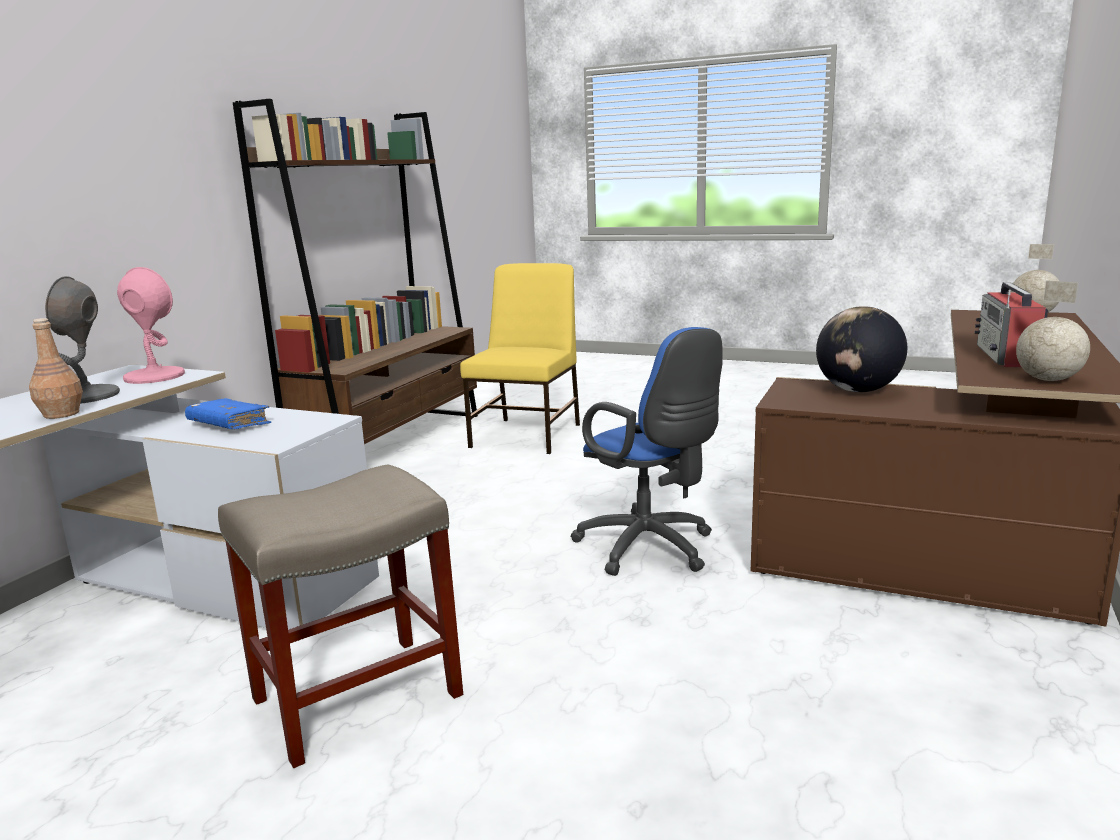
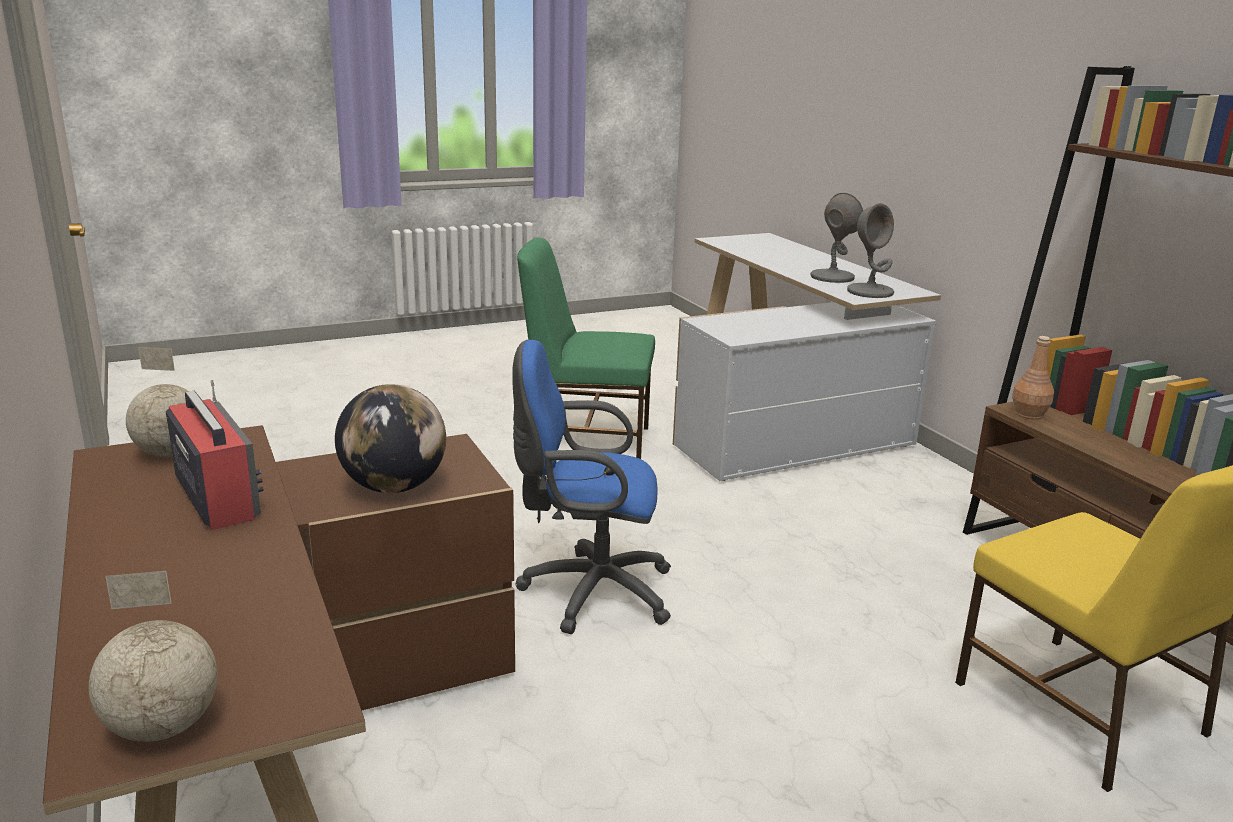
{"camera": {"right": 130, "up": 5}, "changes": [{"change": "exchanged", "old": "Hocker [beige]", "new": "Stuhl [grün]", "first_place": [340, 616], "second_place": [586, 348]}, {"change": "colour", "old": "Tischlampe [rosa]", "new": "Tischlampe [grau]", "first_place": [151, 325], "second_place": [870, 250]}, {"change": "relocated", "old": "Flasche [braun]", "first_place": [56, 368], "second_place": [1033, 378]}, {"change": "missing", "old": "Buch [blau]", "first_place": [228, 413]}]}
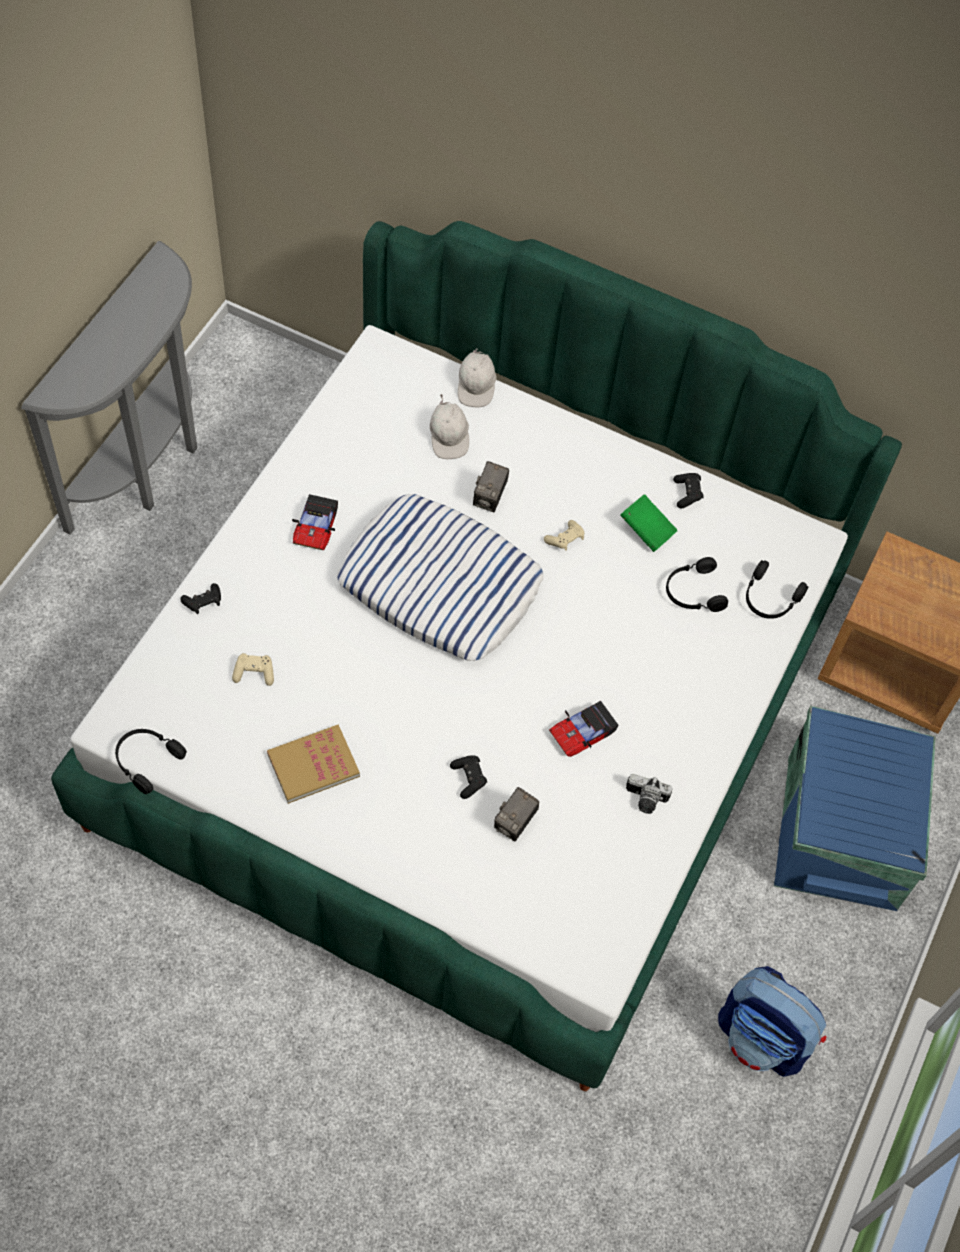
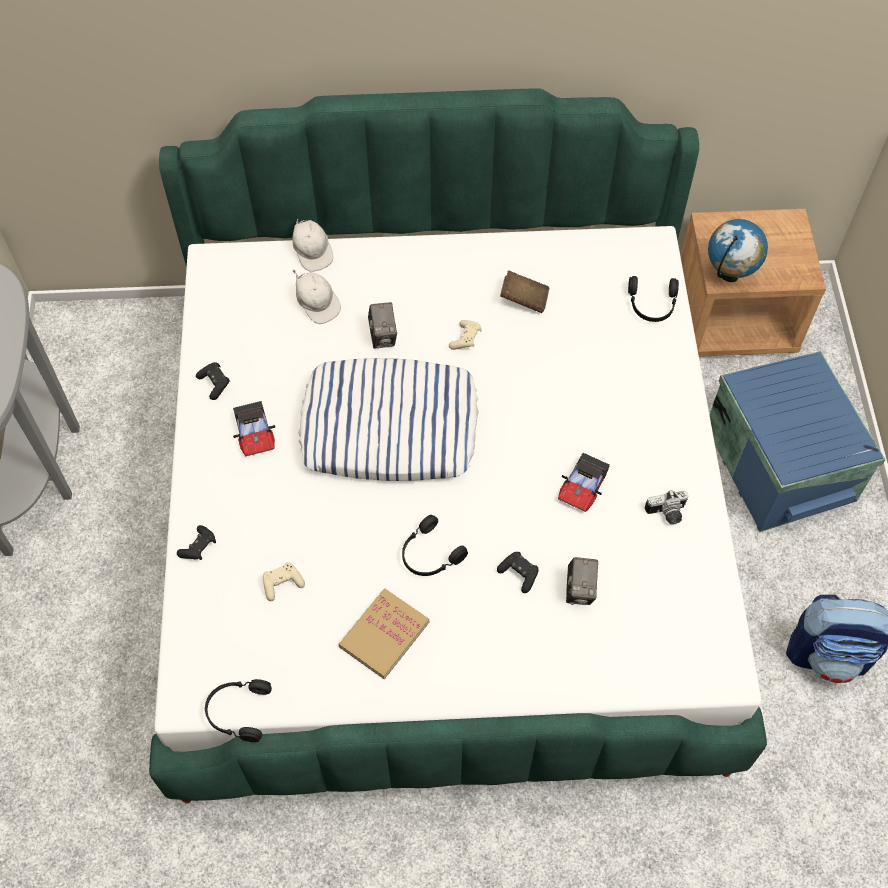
{"camera": {"right": -25, "up": 0}, "changes": [{"change": "relocated", "old": "Gamepad [schwarz]", "first_place": [688, 490], "second_place": [213, 381]}, {"change": "relocated", "old": "Kopfhörer [schwarz]", "first_place": [697, 584], "second_place": [435, 545]}, {"change": "colour", "old": "Buch [grün]", "new": "Buch [braun]", "first_place": [648, 523], "second_place": [524, 291]}, {"change": "appeared", "new": "Globus", "second_place": [738, 250]}]}
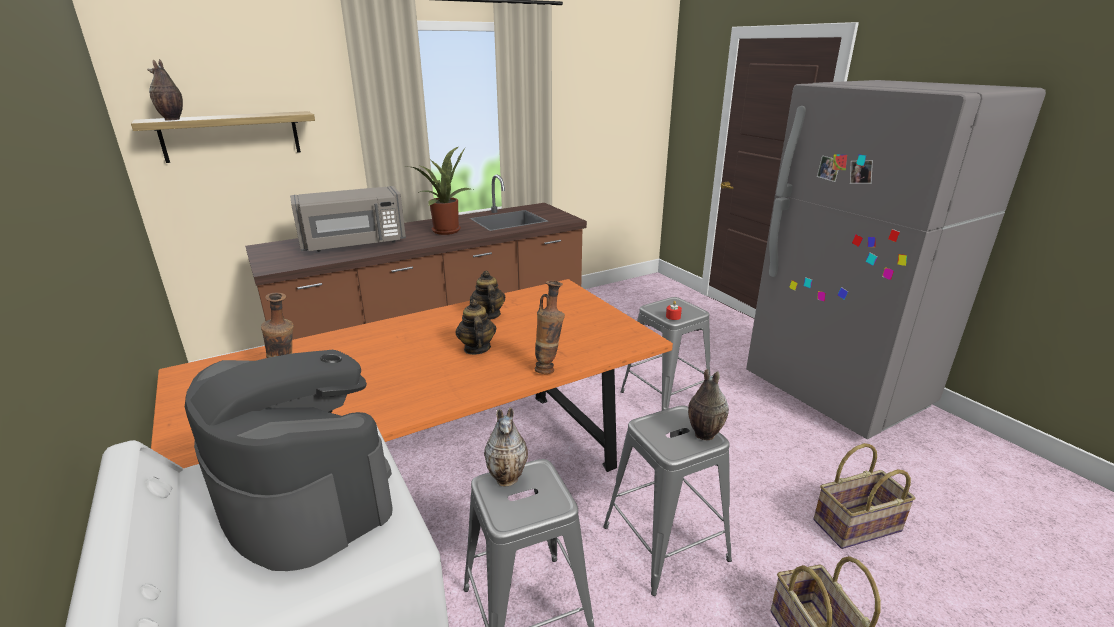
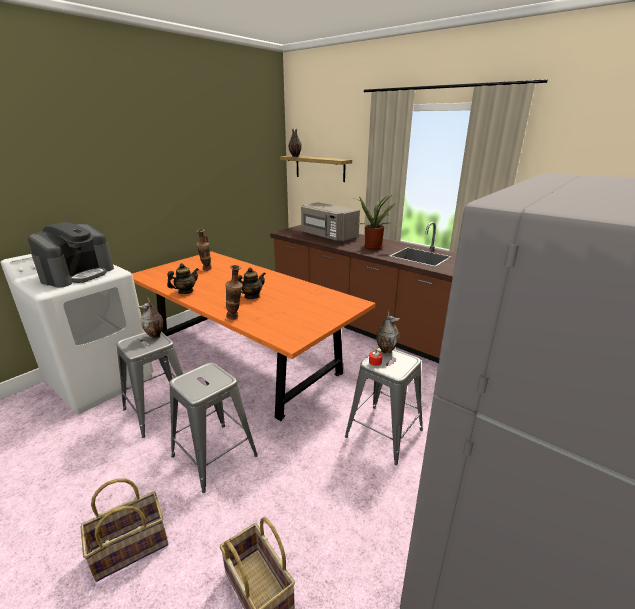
{"camera": {"right": 70, "up": 0}, "changes": [{"change": "relocated", "old": "Teekanne", "first_place": [488, 295], "second_place": [183, 278]}, {"change": "relocated", "old": "Vase", "first_place": [708, 404], "second_place": [388, 332]}]}
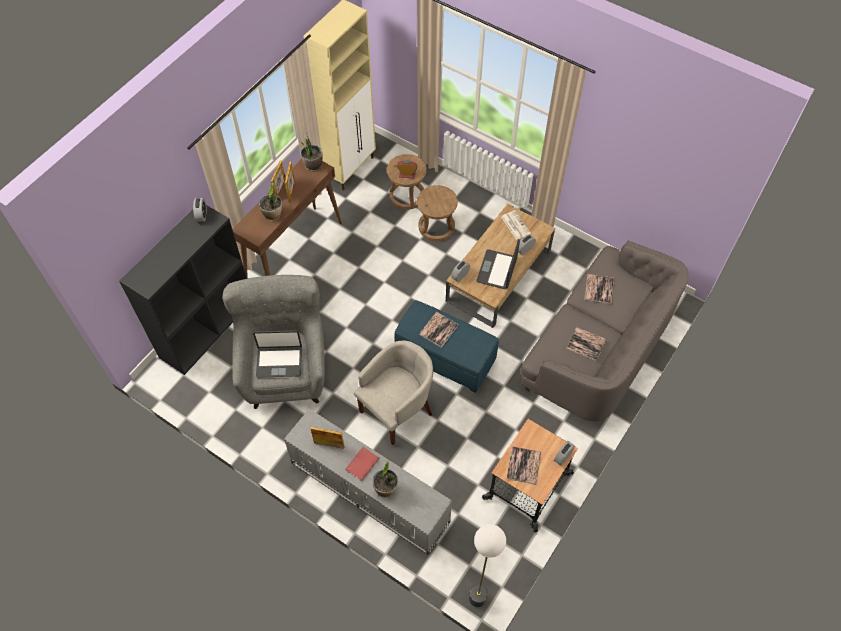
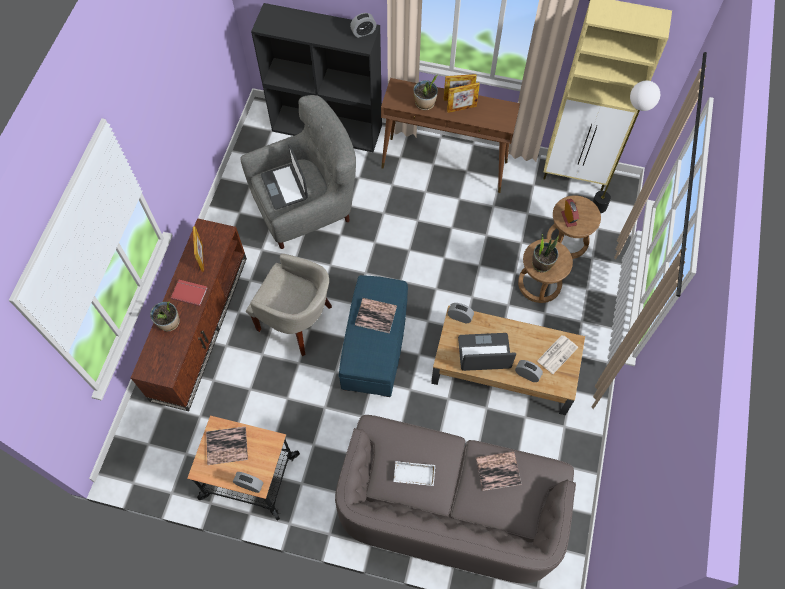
{"camera": {"right": 70, "up": 5}, "changes": [{"change": "colour", "old": "Fernsehschrank [grau]", "new": "Fernsehschrank [braun]", "first_place": [368, 482], "second_place": [189, 314]}, {"change": "exchanged", "old": "Buch", "new": "Tablett [weiß]", "first_place": [586, 344], "second_place": [414, 473]}, {"change": "relocated", "old": "Topfpflanze", "first_place": [311, 152], "second_place": [545, 253]}, {"change": "relocated", "old": "Stehlampe", "first_place": [487, 565], "second_place": [626, 146]}]}
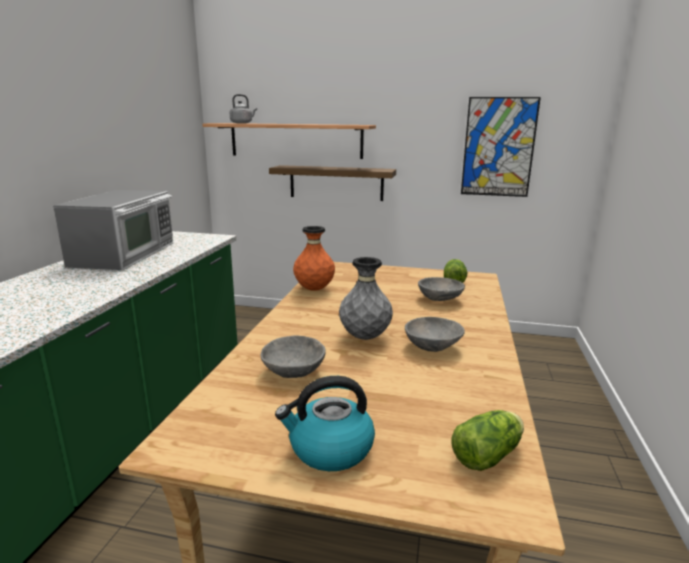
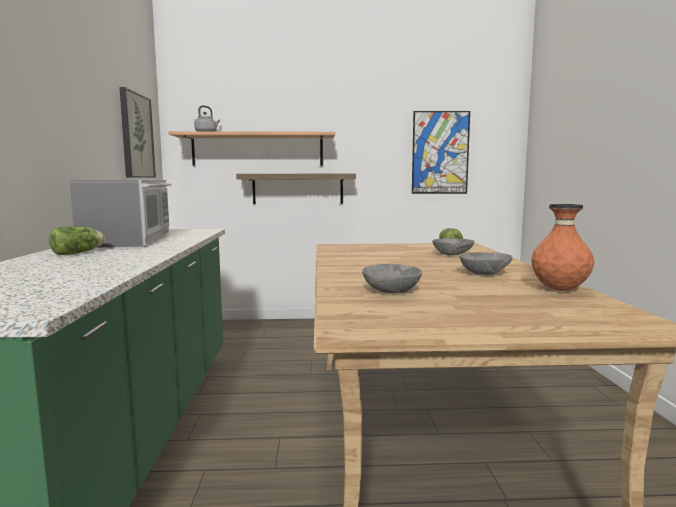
{"camera": {"right": -15, "up": -10}, "changes": [{"change": "relocated", "old": "Salatkopf", "first_place": [487, 440], "second_place": [77, 240]}, {"change": "appeared", "new": "Bild", "second_place": [138, 132]}, {"change": "relocated", "old": "Vase [orange]", "first_place": [314, 258], "second_place": [562, 247]}, {"change": "missing", "old": "Wasserkessel", "first_place": [325, 423]}, {"change": "missing", "old": "Vase [grau]", "first_place": [366, 298]}]}
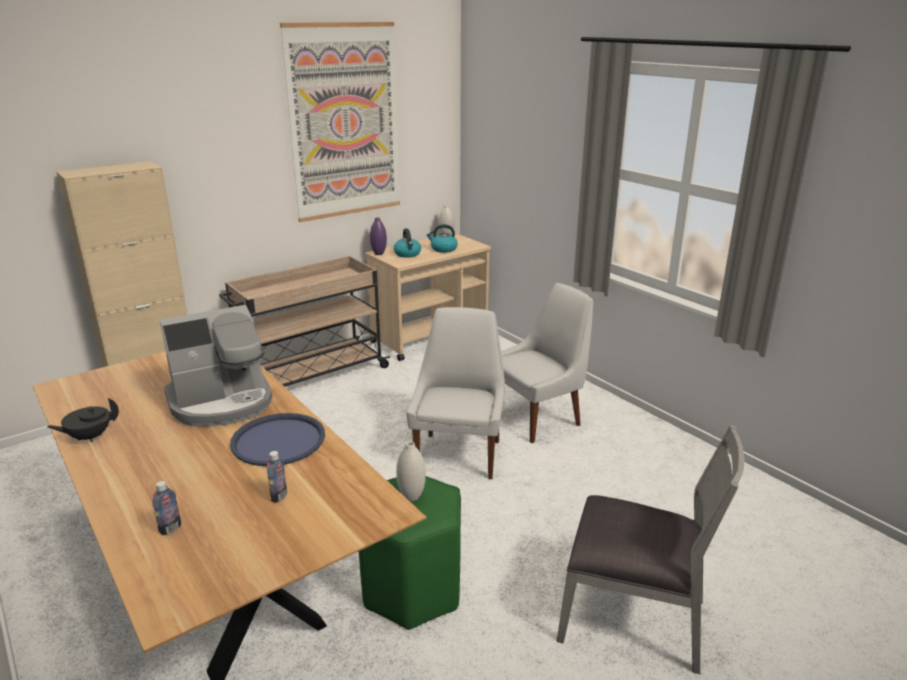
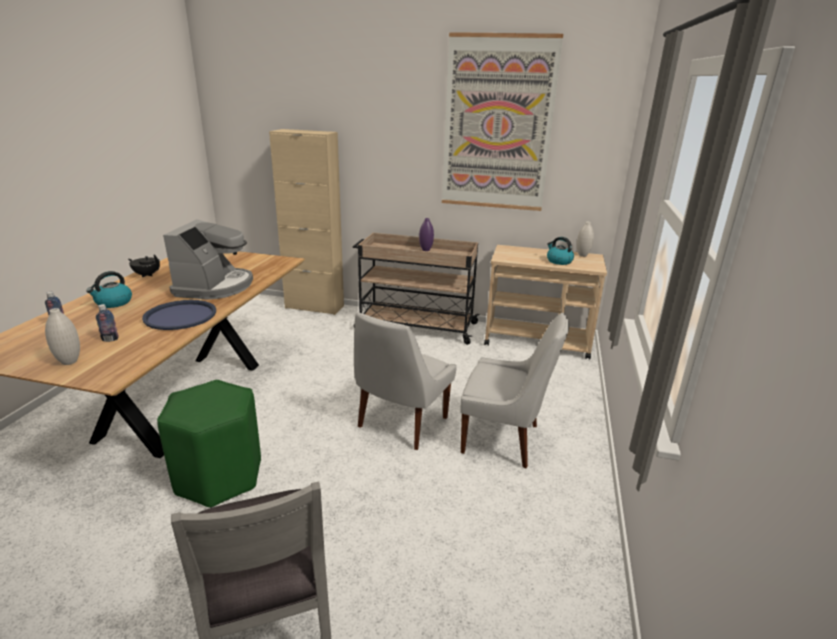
{"camera": {"right": 50, "up": 0}, "changes": [{"change": "relocated", "old": "Vase [weiß]", "first_place": [411, 471], "second_place": [62, 336]}, {"change": "relocated", "old": "Wasserkessel", "first_place": [407, 243], "second_place": [109, 289]}, {"change": "spun", "old": "Kaffeemaschine", "first_place": [216, 365], "second_place": [208, 259], "degrees": -105}, {"change": "spun", "old": "Stuhl [weiß]", "first_place": [455, 393], "second_place": [405, 381], "degrees": 150}, {"change": "relocated", "old": "Vase [lila]", "first_place": [378, 236], "second_place": [426, 234]}]}
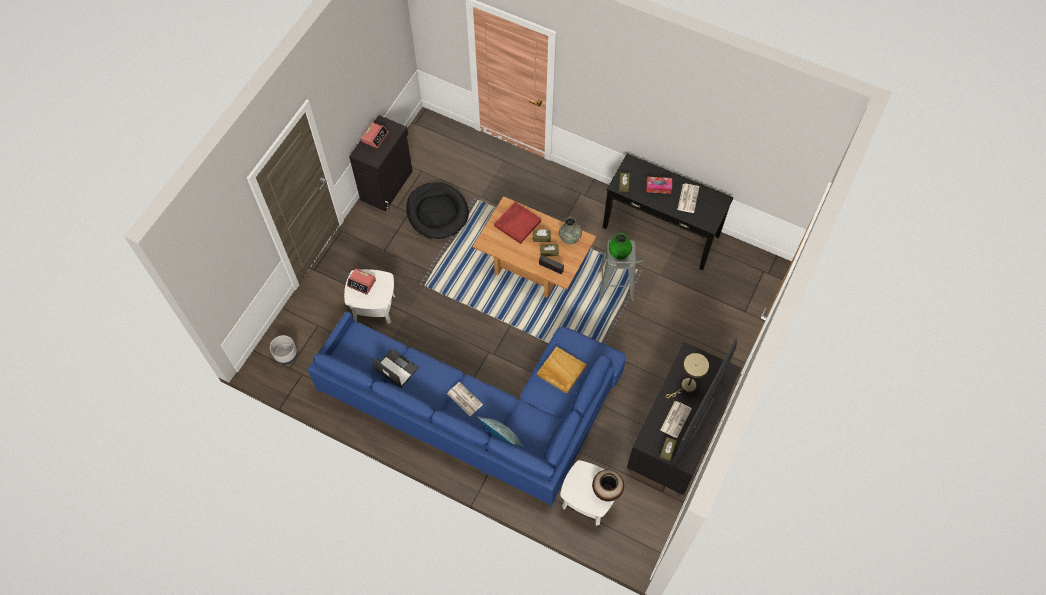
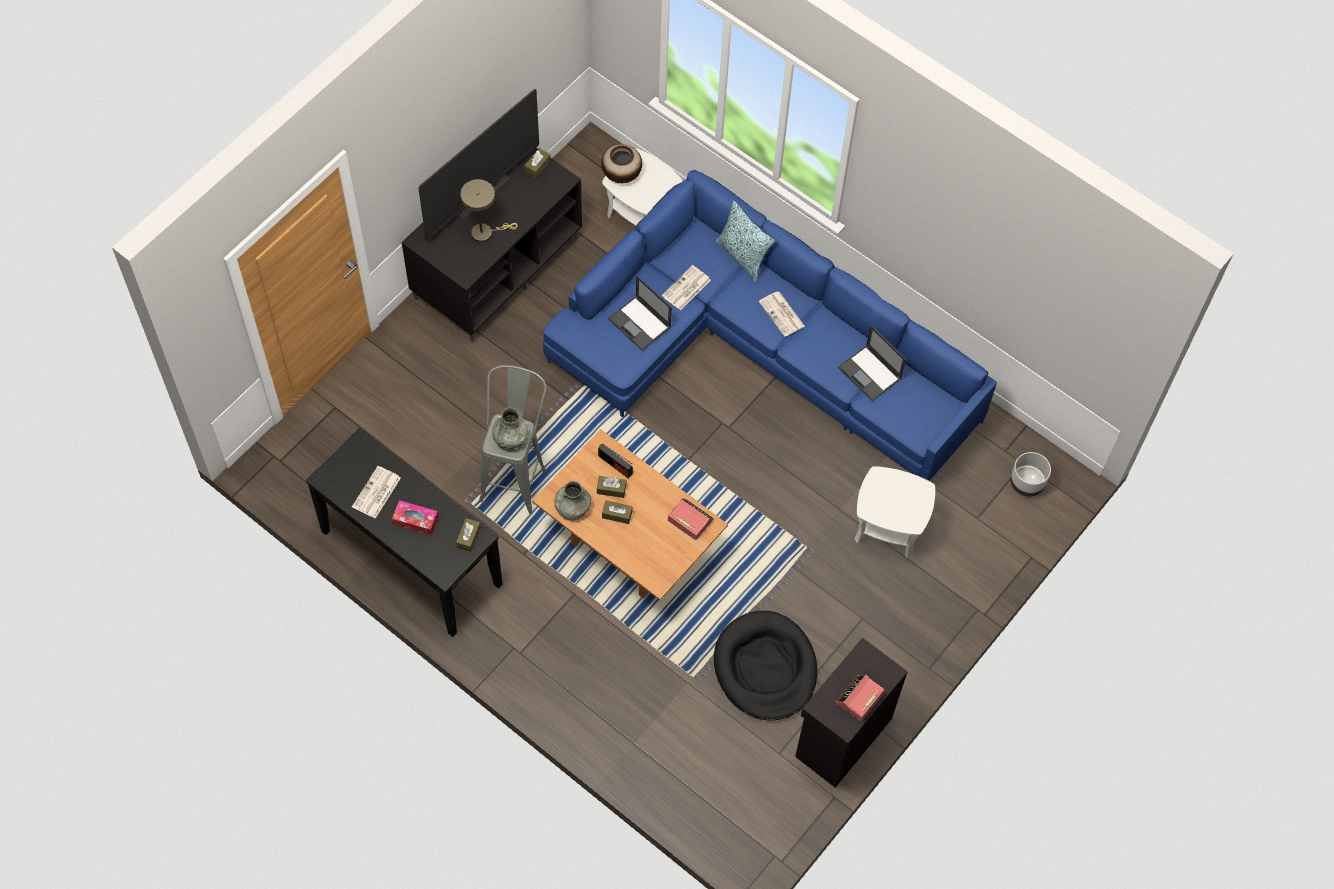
{"camera": {"right": -170, "up": 0}, "changes": [{"change": "colour", "old": "Vase [grün]", "new": "Vase [grau]", "first_place": [620, 246], "second_place": [510, 429]}, {"change": "exchanged", "old": "Tablett [beige]", "new": "Laptop", "first_place": [562, 370], "second_place": [640, 313]}, {"change": "relocated", "old": "Zeitung", "first_place": [676, 419], "second_place": [686, 287]}, {"change": "relocated", "old": "Wecker", "first_place": [361, 281], "second_place": [691, 519]}, {"change": "missing", "old": "Tablett [rot]", "first_place": [517, 223]}]}
